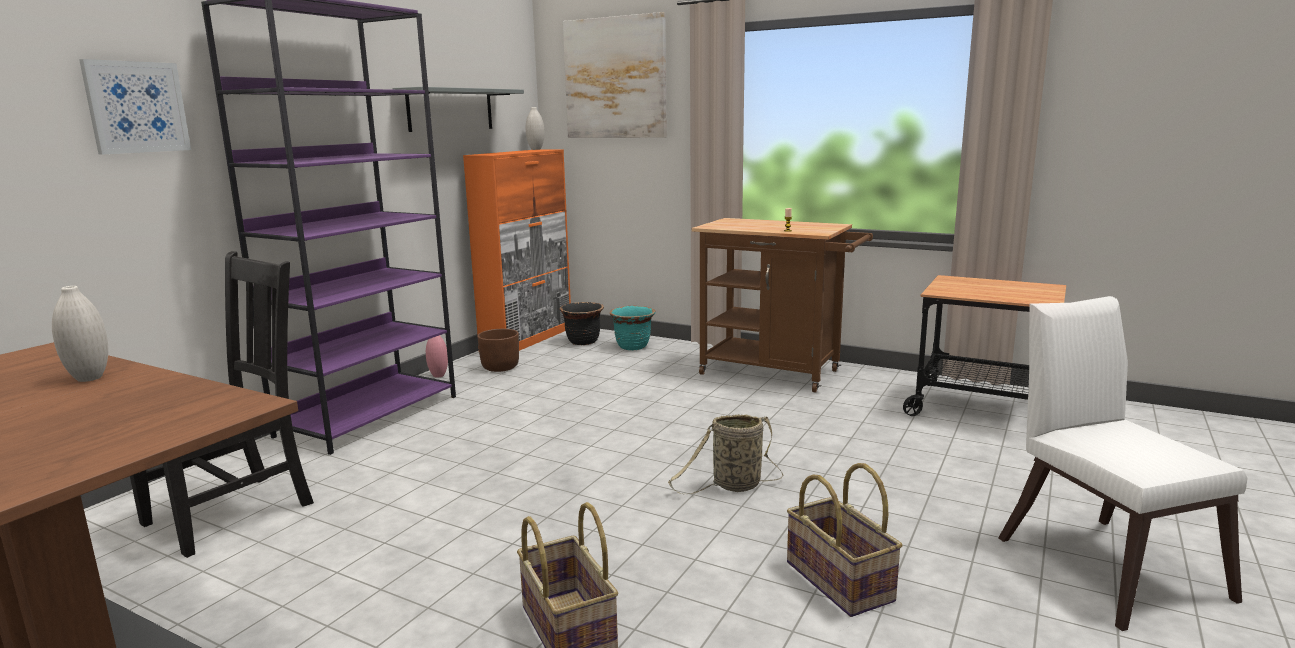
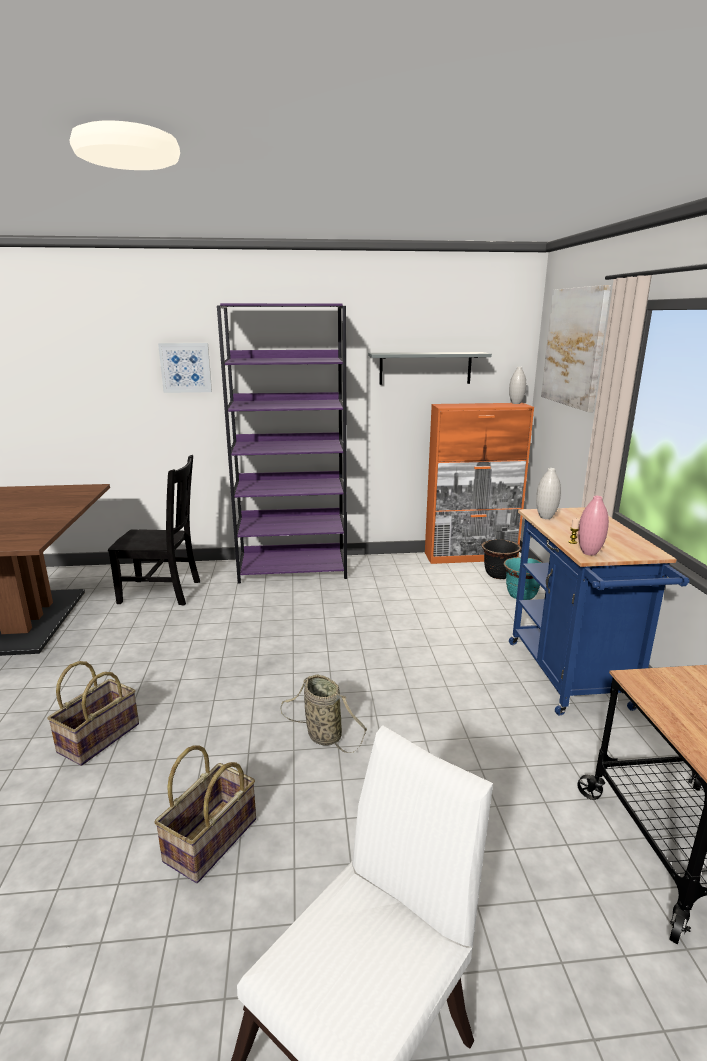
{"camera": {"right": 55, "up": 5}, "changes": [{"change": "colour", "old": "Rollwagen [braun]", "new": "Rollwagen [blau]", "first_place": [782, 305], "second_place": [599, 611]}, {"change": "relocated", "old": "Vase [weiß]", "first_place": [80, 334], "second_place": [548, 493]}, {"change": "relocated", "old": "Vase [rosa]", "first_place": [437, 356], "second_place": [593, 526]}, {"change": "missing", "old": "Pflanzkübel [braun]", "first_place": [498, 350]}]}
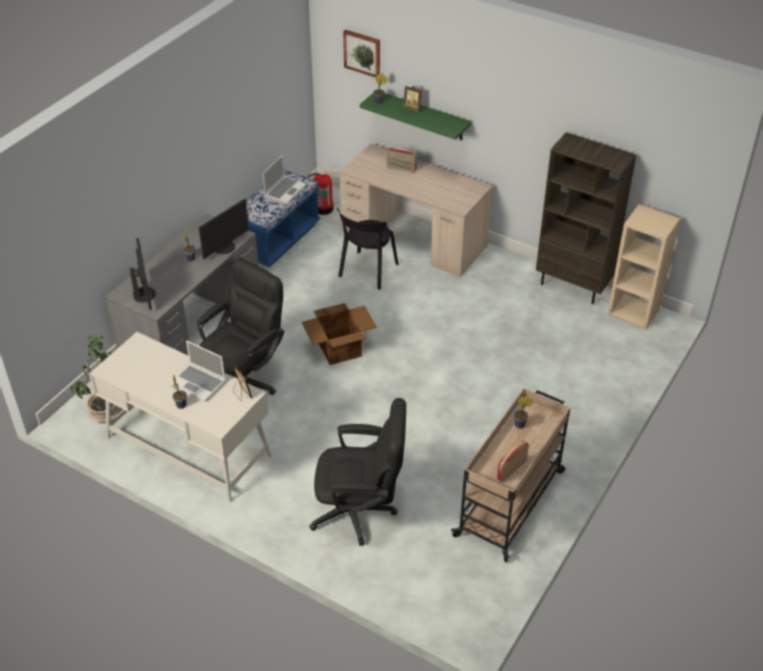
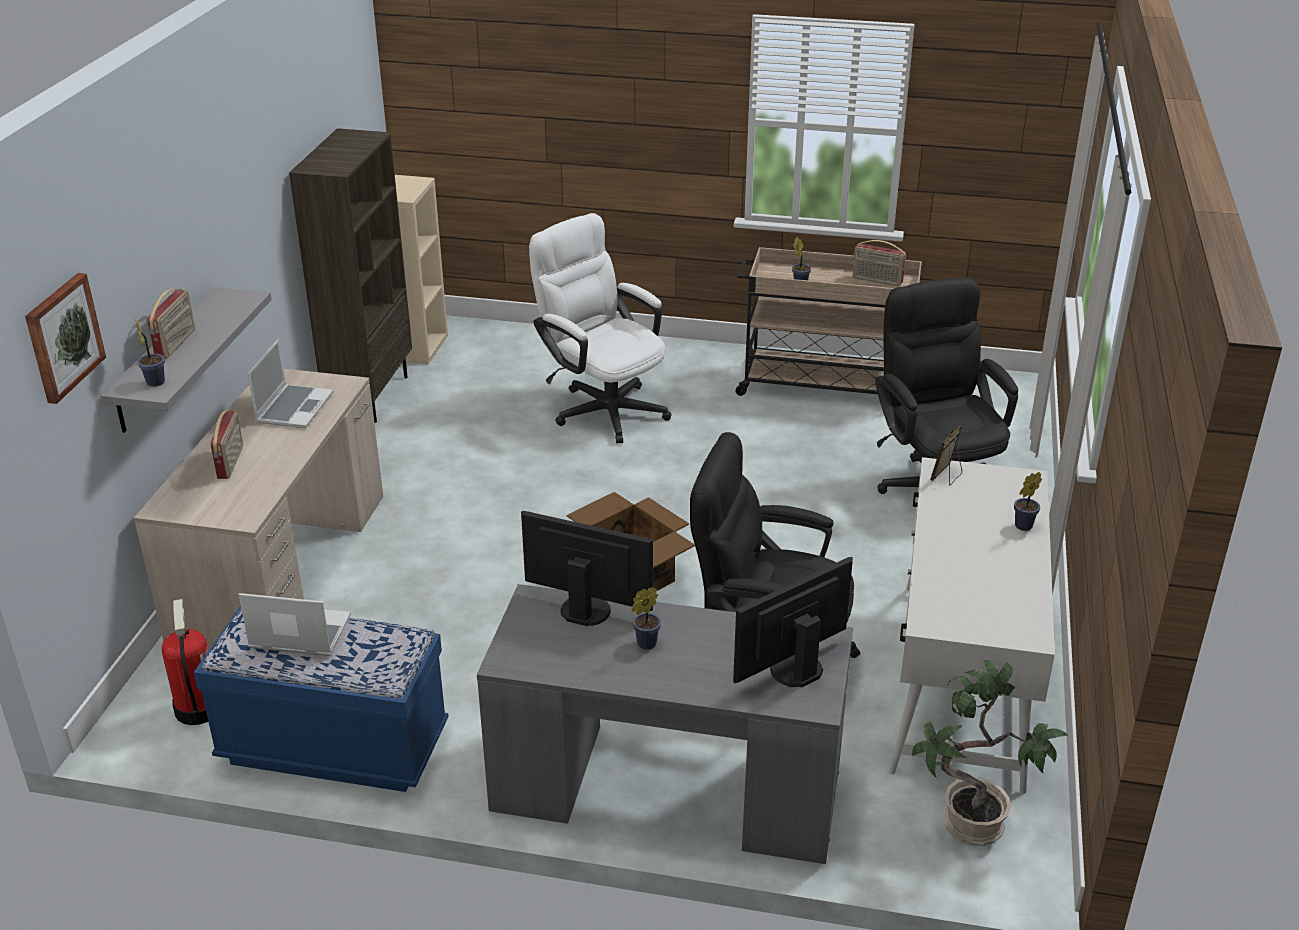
{"camera": {"right": -110, "up": -10}, "changes": [{"change": "colour", "old": "Wandregal [grün]", "new": "Wandregal [grau]", "first_place": [415, 116], "second_place": [186, 360]}, {"change": "exchanged", "old": "Bilderrahmen", "new": "Radio", "first_place": [412, 99], "second_place": [171, 323]}, {"change": "relocated", "old": "Laptop", "first_place": [198, 371], "second_place": [291, 383]}, {"change": "appeared", "new": "Bürostuhl [weiß]", "second_place": [600, 328]}, {"change": "missing", "old": "Stuhl [schwarz]", "first_place": [367, 249]}]}
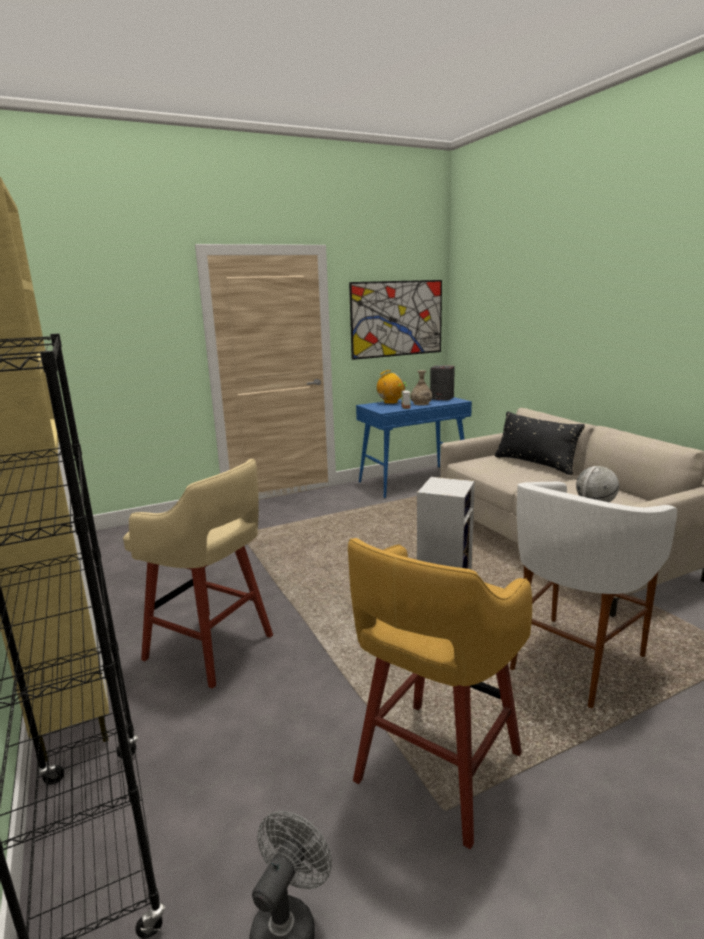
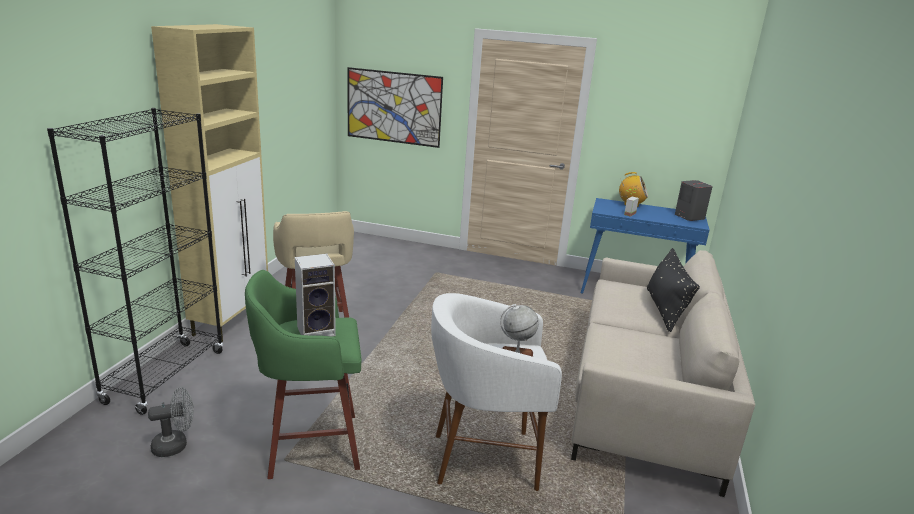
{"camera": {"right": 40, "up": 5}, "changes": [{"change": "colour", "old": "Hocker [gelb]", "new": "Hocker [grün]", "first_place": [440, 693], "second_place": [303, 374]}, {"change": "relocated", "old": "Bild", "first_place": [395, 320], "second_place": [395, 107]}, {"change": "missing", "old": "Vase", "first_place": [421, 387]}]}
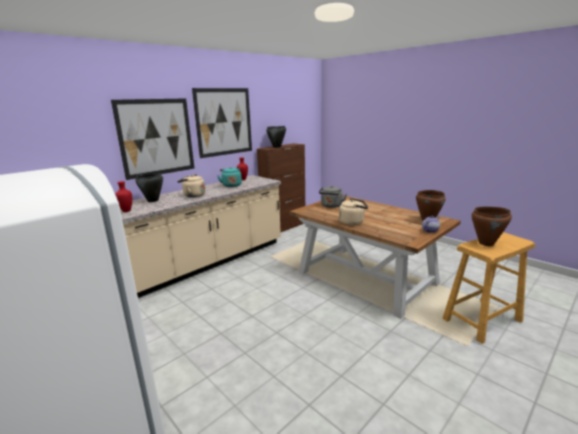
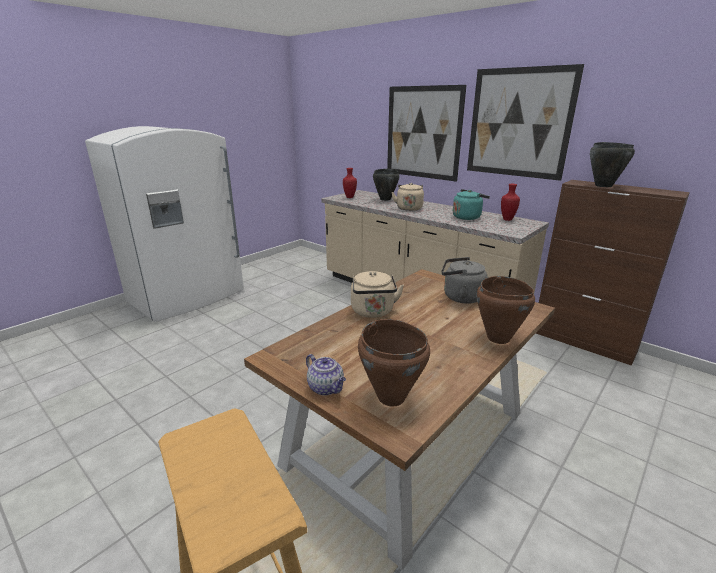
{"camera": {"right": 85, "up": 5}, "changes": [{"change": "relocated", "old": "Kochtopf [braun]", "first_place": [491, 226], "second_place": [505, 310]}]}
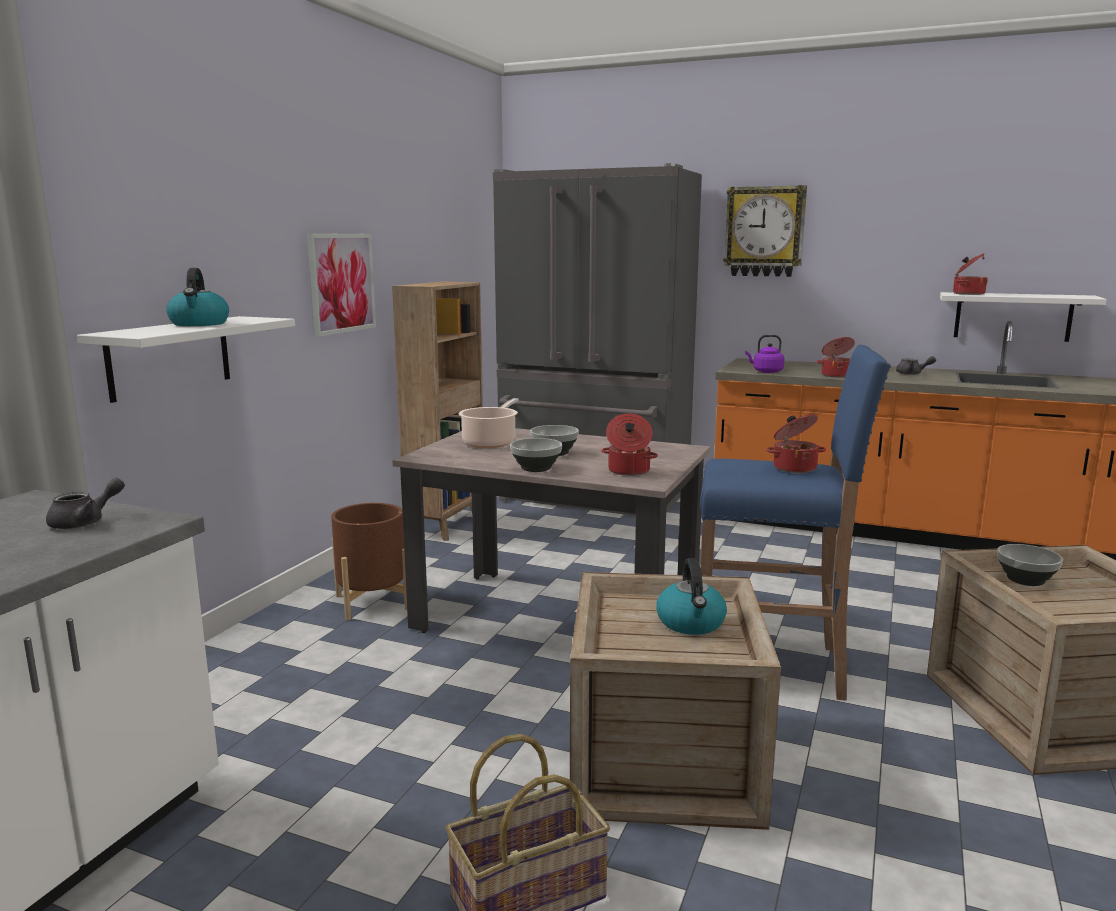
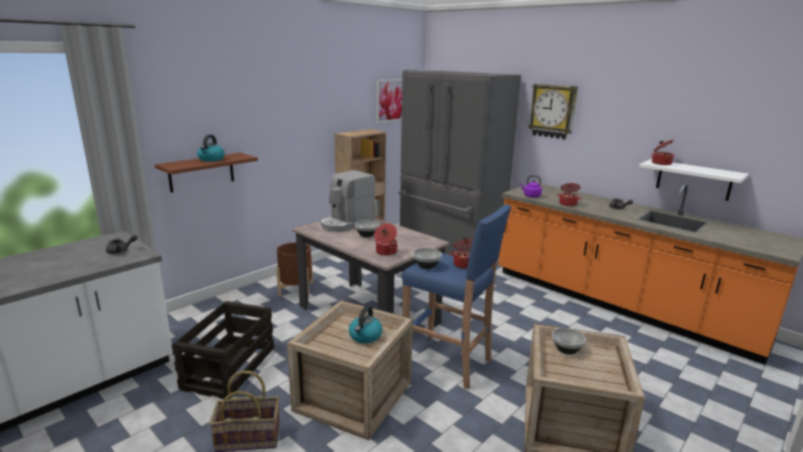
{"camera": {"right": 20, "up": 5}, "changes": [{"change": "colour", "old": "Wandregal [weiß]", "new": "Wandregal [braun]", "first_place": [186, 359], "second_place": [206, 172]}, {"change": "appeared", "new": "Kiste", "second_place": [223, 350]}, {"change": "exchanged", "old": "Kochtopf", "new": "Kaffeemaschine", "first_place": [489, 423], "second_place": [348, 201]}, {"change": "relocated", "old": "Bild", "first_place": [341, 285], "second_place": [389, 101]}, {"change": "relocated", "old": "Schüssel", "first_place": [536, 455], "second_place": [427, 258]}]}
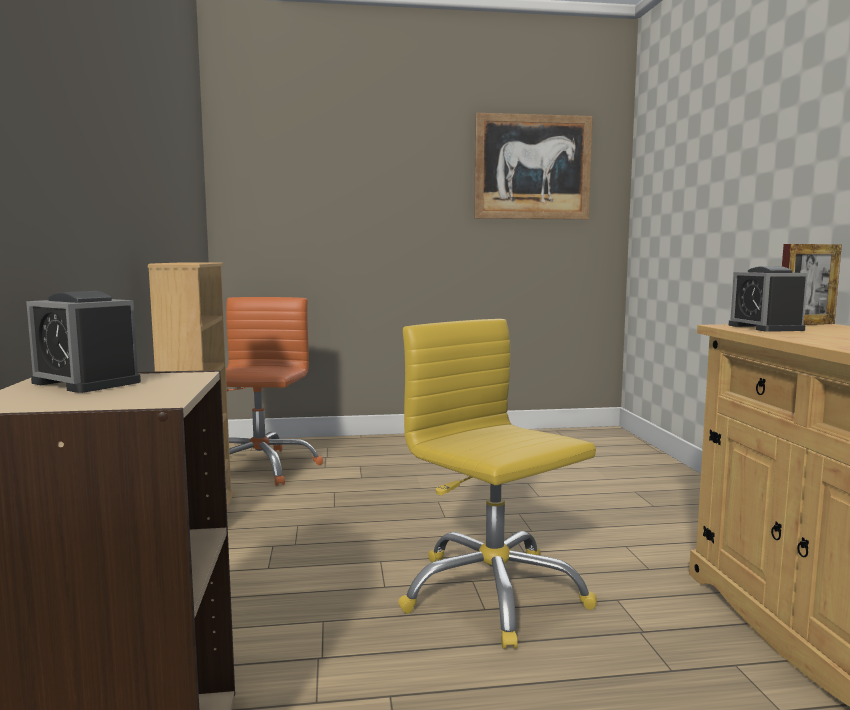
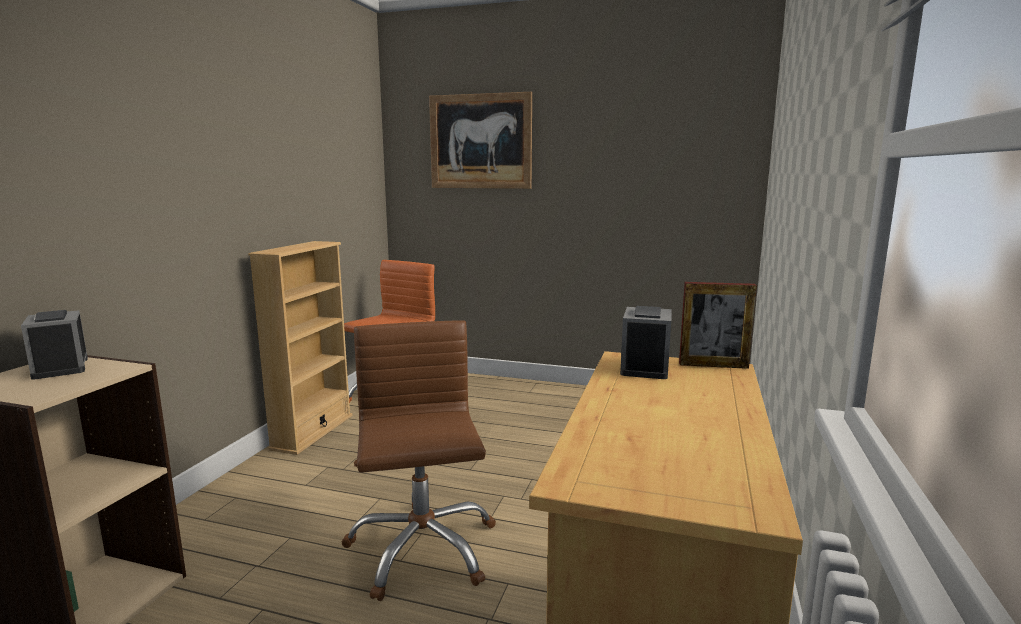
{"camera": {"right": 25, "up": 5}, "changes": [{"change": "colour", "old": "Bürostuhl [gelb]", "new": "Bürostuhl [braun]", "first_place": [497, 484], "second_place": [418, 460]}, {"change": "relocated", "old": "Bild", "first_place": [533, 166], "second_place": [480, 140]}]}
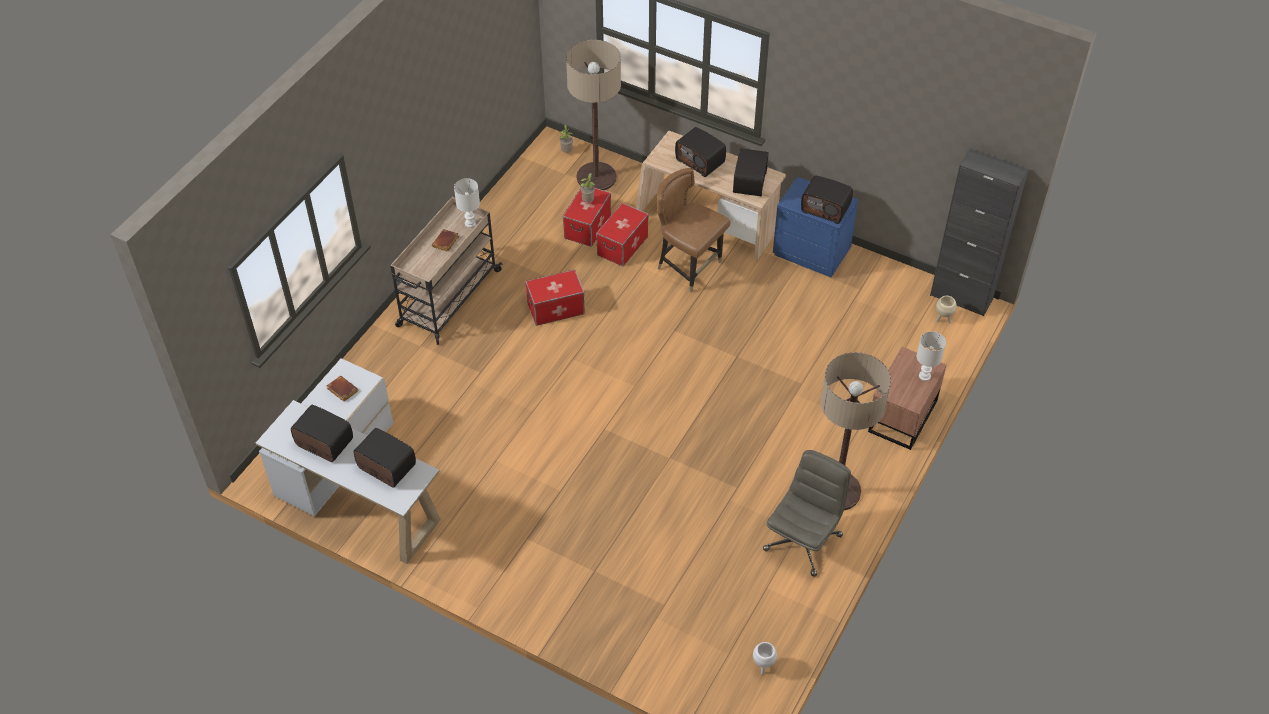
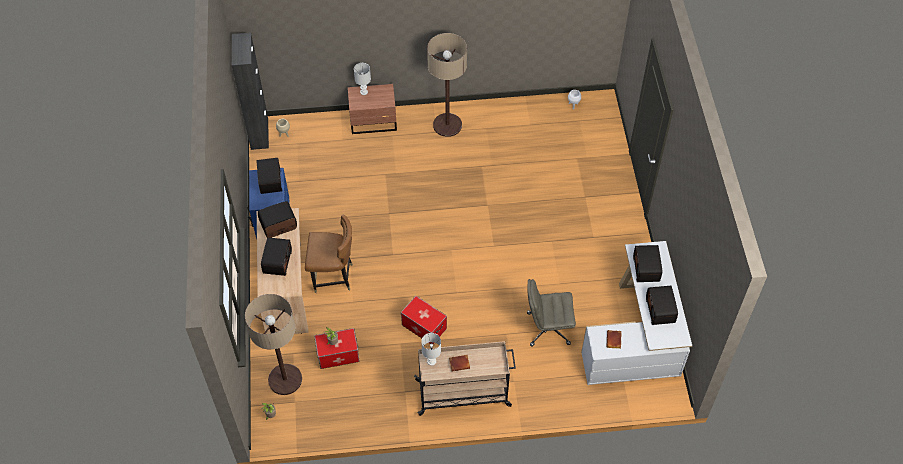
{"camera": {"right": -125, "up": 5}, "changes": [{"change": "spun", "old": "Stuhl [braun]", "first_place": [693, 230], "second_place": [329, 254], "degrees": -90}, {"change": "relocated", "old": "Bürostuhl [grau]", "first_place": [807, 513], "second_place": [551, 312]}, {"change": "missing", "old": "Aufbewahrungsbox", "first_place": [622, 235]}]}
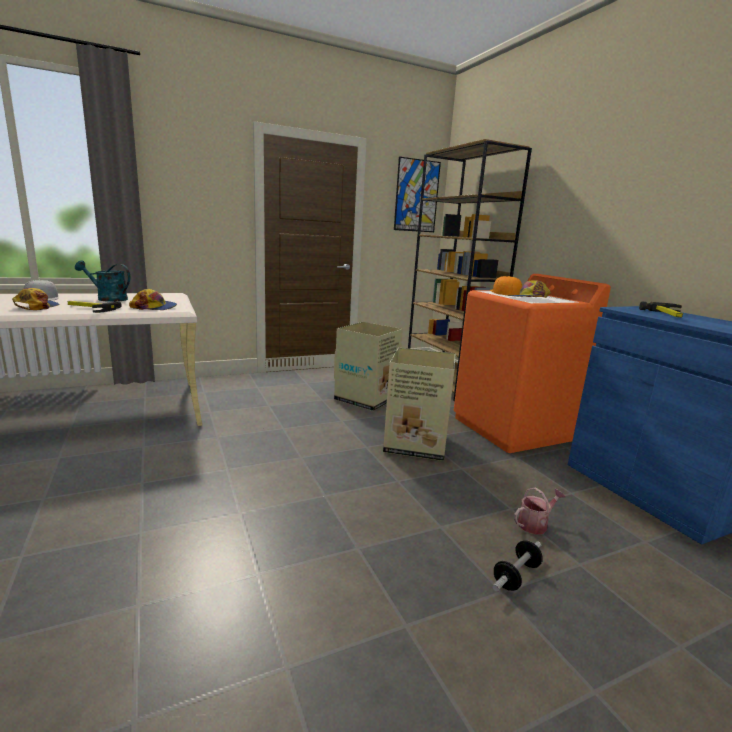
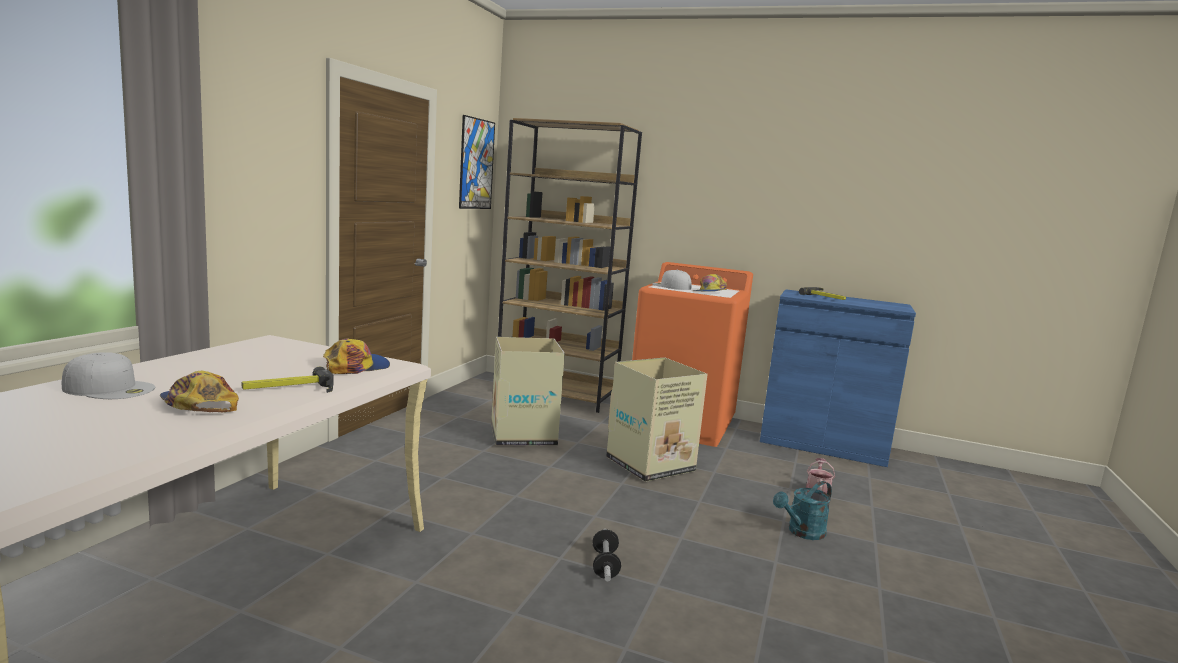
{"camera": {"right": -45, "up": -5}, "changes": [{"change": "relocated", "old": "Hantel", "first_place": [517, 565], "second_place": [606, 555]}, {"change": "colour", "old": "Kappe [orange]", "new": "Kappe [weiß]", "first_place": [506, 285], "second_place": [672, 280]}, {"change": "relocated", "old": "Gießkanne [türkis]", "first_place": [102, 281], "second_place": [802, 510]}]}
